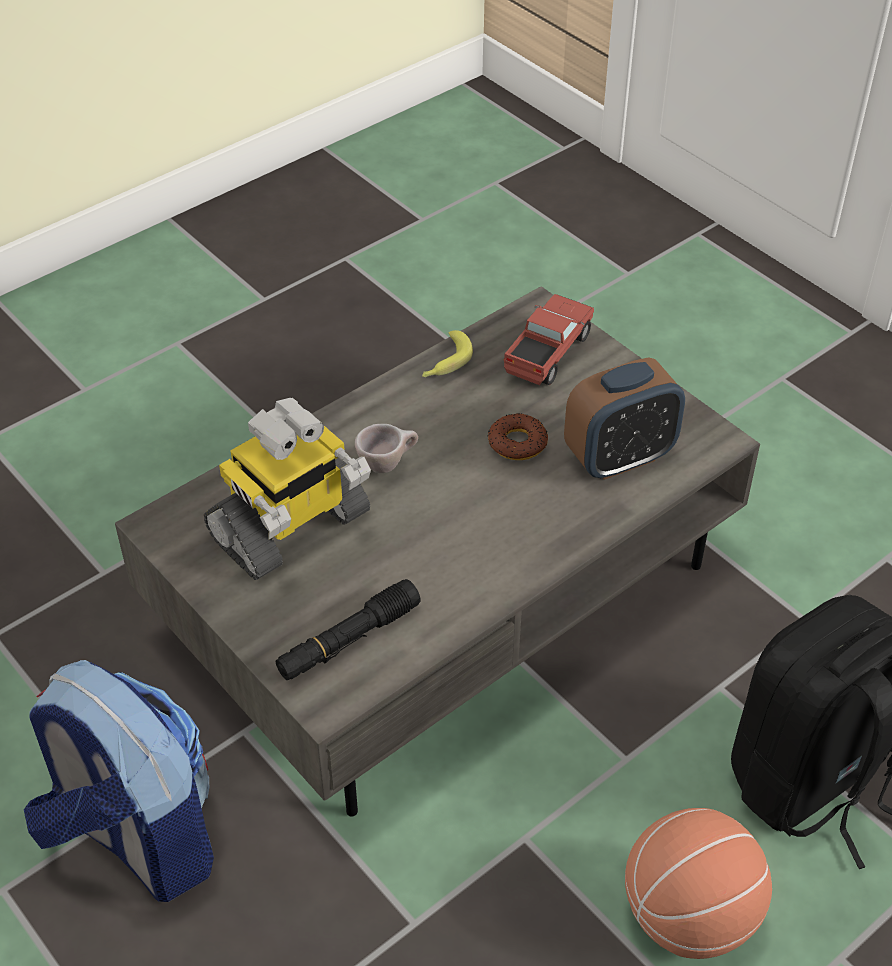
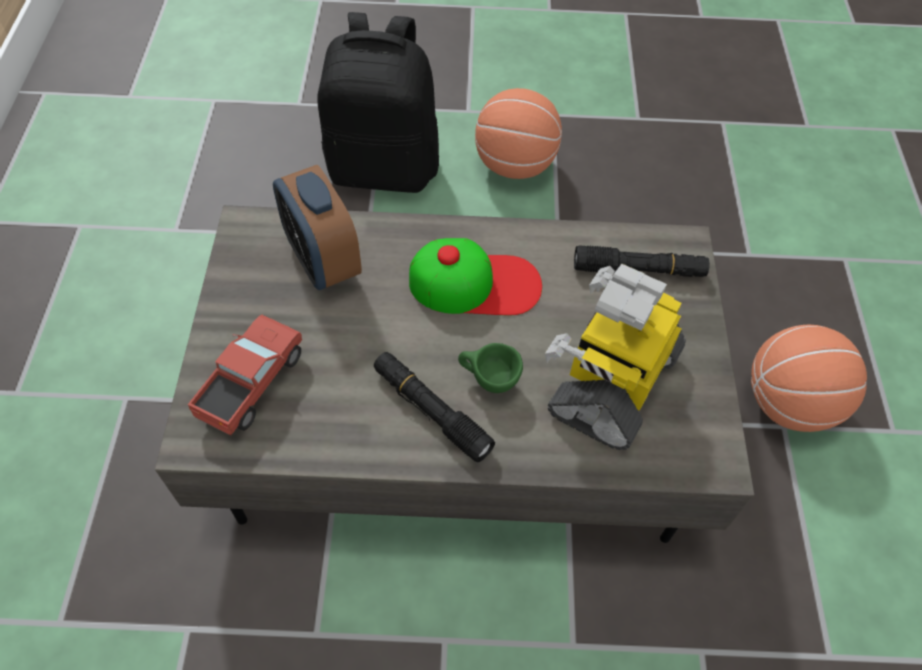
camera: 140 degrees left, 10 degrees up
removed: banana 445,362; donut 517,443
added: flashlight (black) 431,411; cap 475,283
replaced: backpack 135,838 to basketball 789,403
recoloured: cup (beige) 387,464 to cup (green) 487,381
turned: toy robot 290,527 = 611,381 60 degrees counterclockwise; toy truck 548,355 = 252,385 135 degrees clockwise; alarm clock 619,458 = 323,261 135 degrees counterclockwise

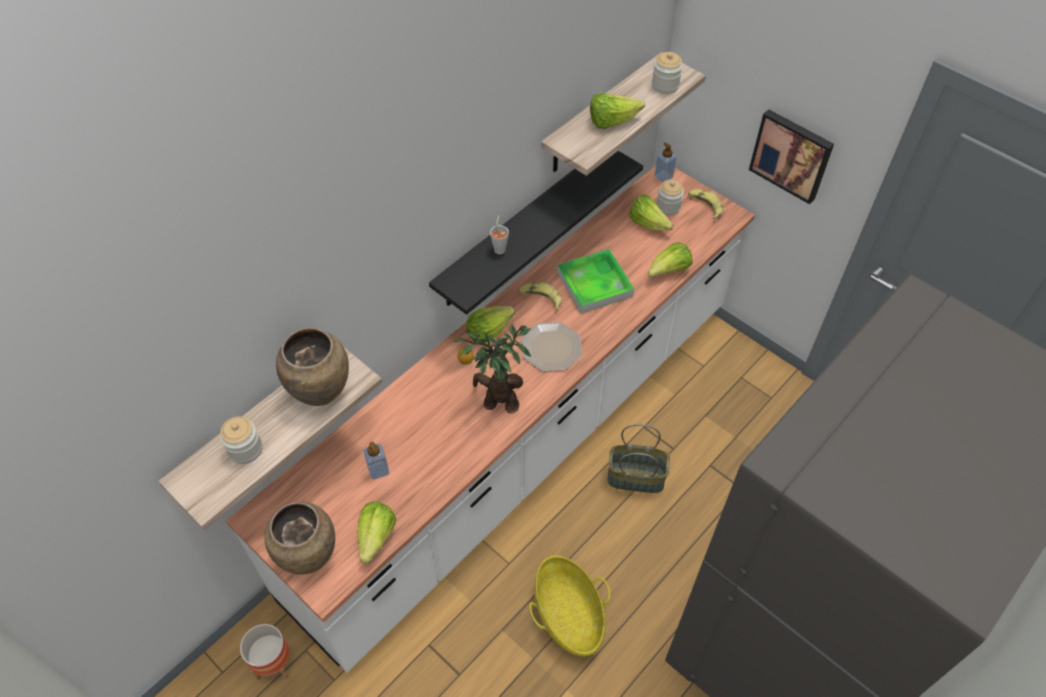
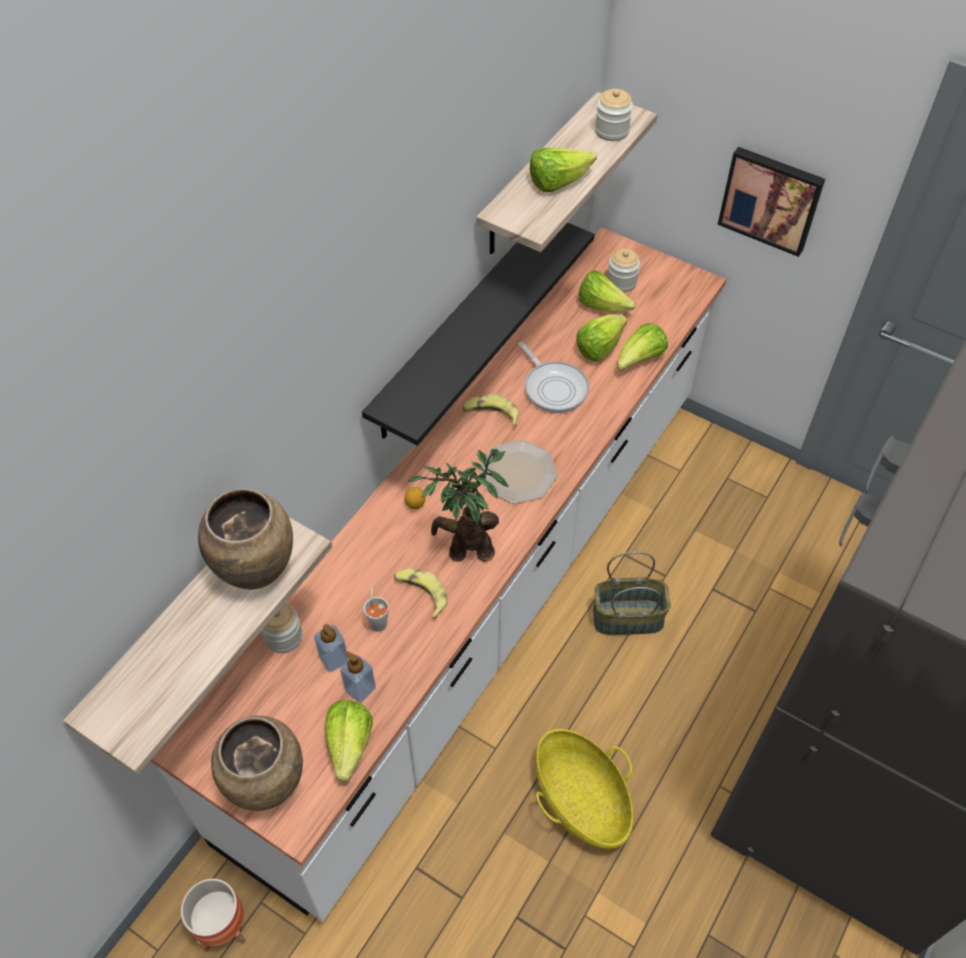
camera: 10 degrees left, 0 degrees up
moved: jar 245,449 to 283,636; lettuce 489,332 to 599,347; cup (grey) 500,248 to 379,621; soap dispenser 663,177 to 360,689; banana 704,206 to 421,593
replaced: tray 594,284 to frying pan 554,387

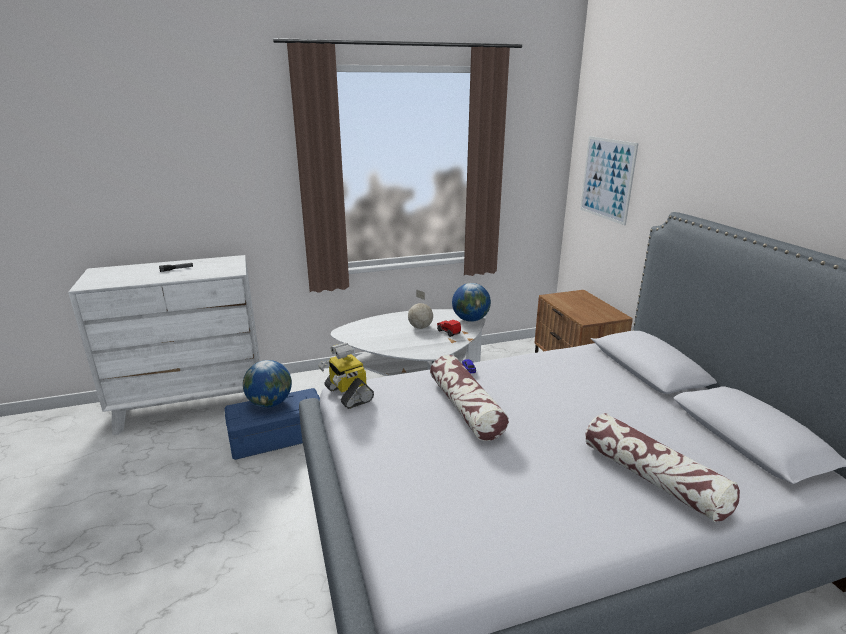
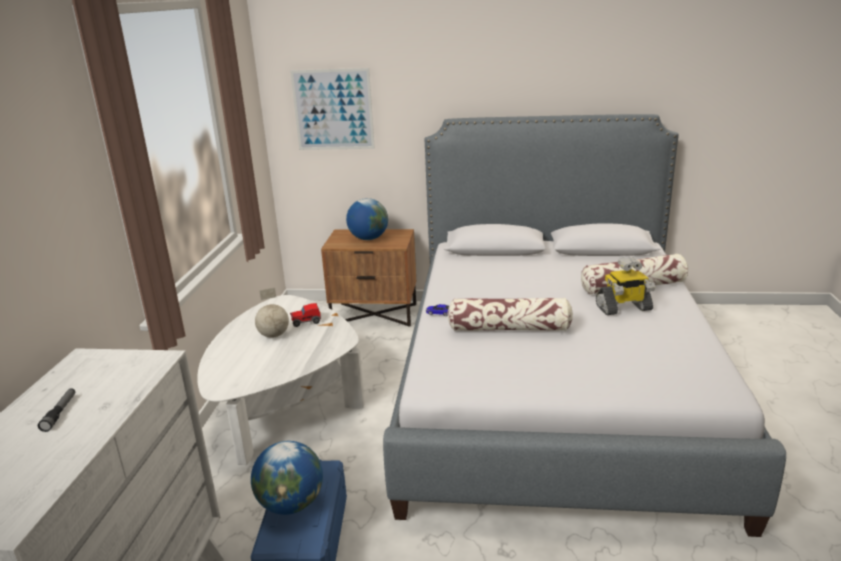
camera: 65 degrees left, 0 degrees up
moved: toy robot 347,394 to 623,308; globe 470,319 to 368,238

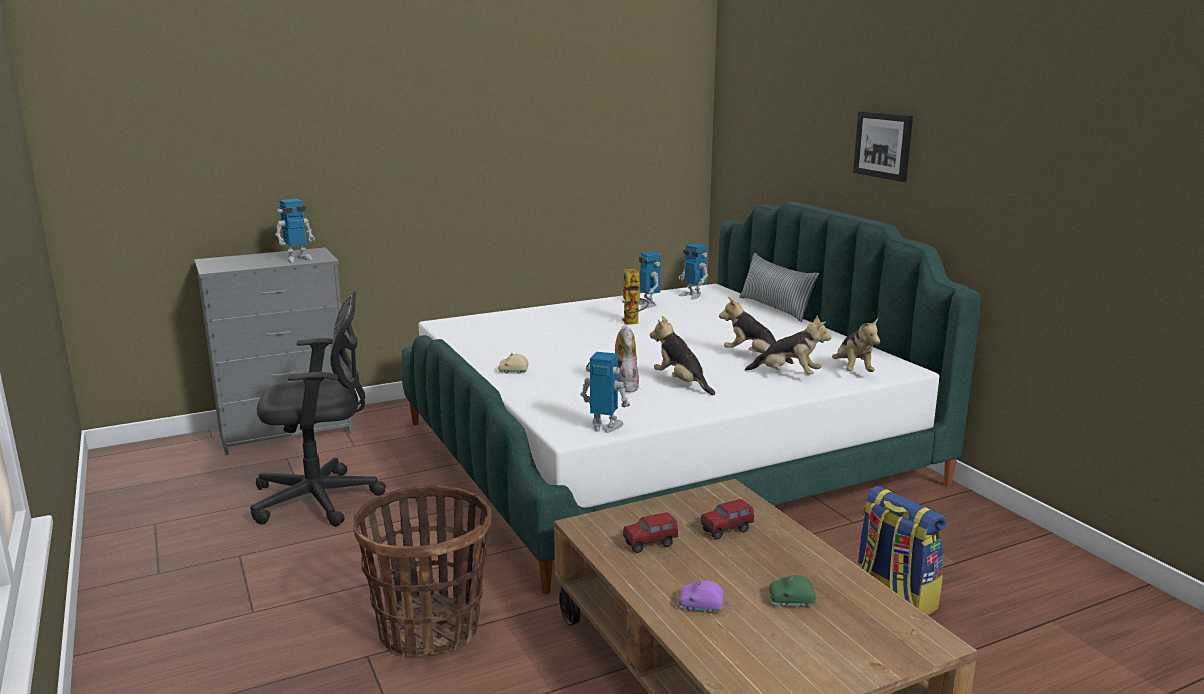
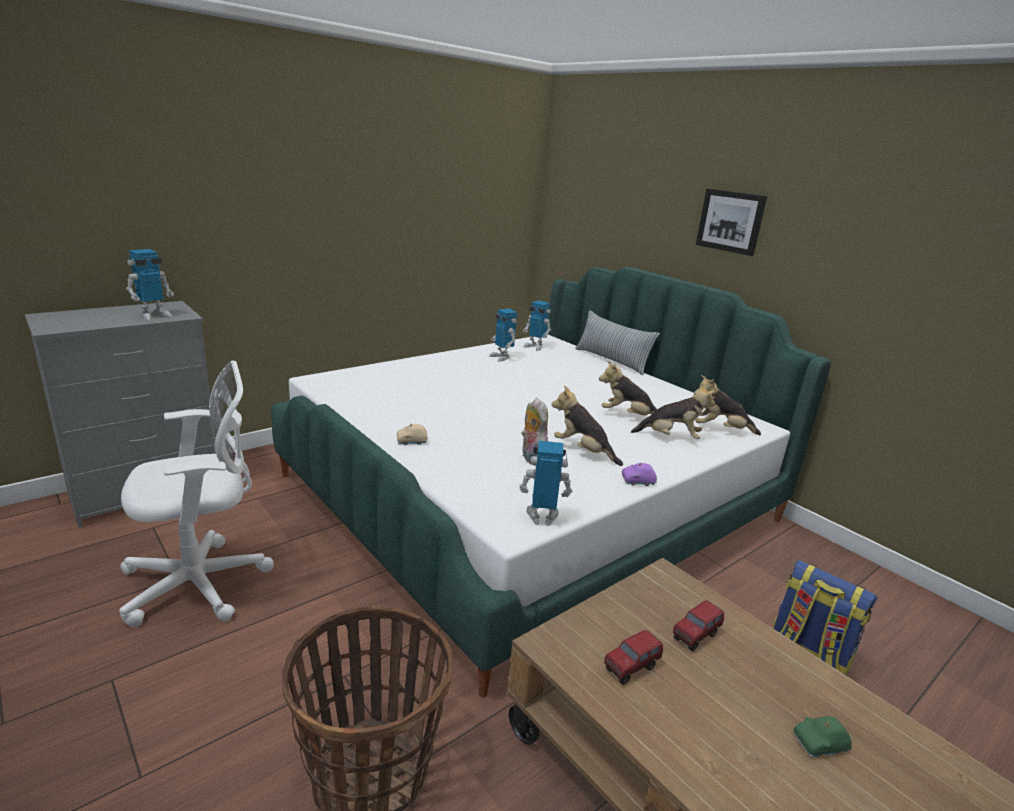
camera: 15 degrees left, 5 degrees up
removed: toy robot 633,323
moved: toy car (purple) 701,606 to 638,481
recoloured: office chair (black) 322,499 to office chair (white) 202,583
turned: plush toy 852,370 = 720,430 120 degrees clockwise

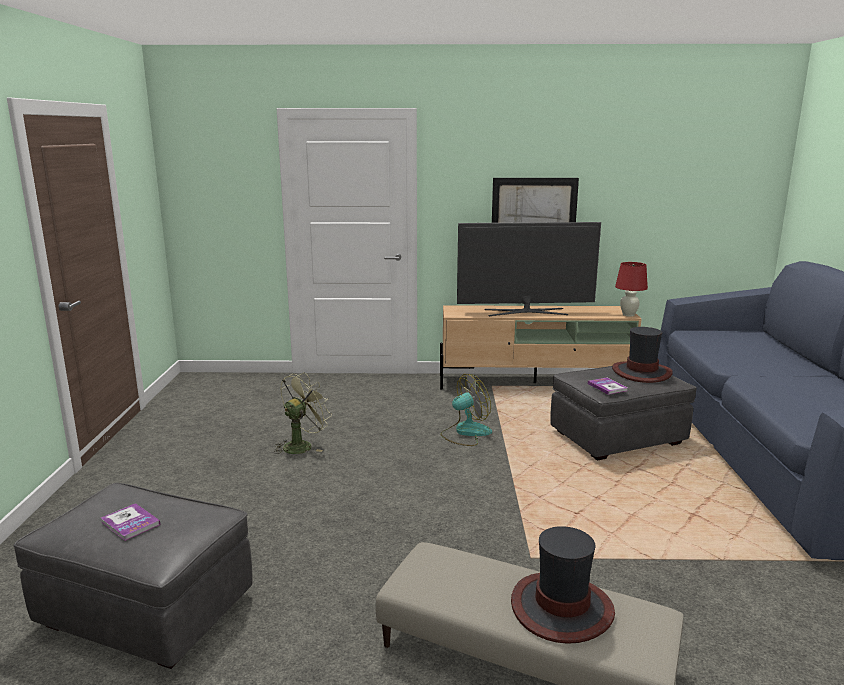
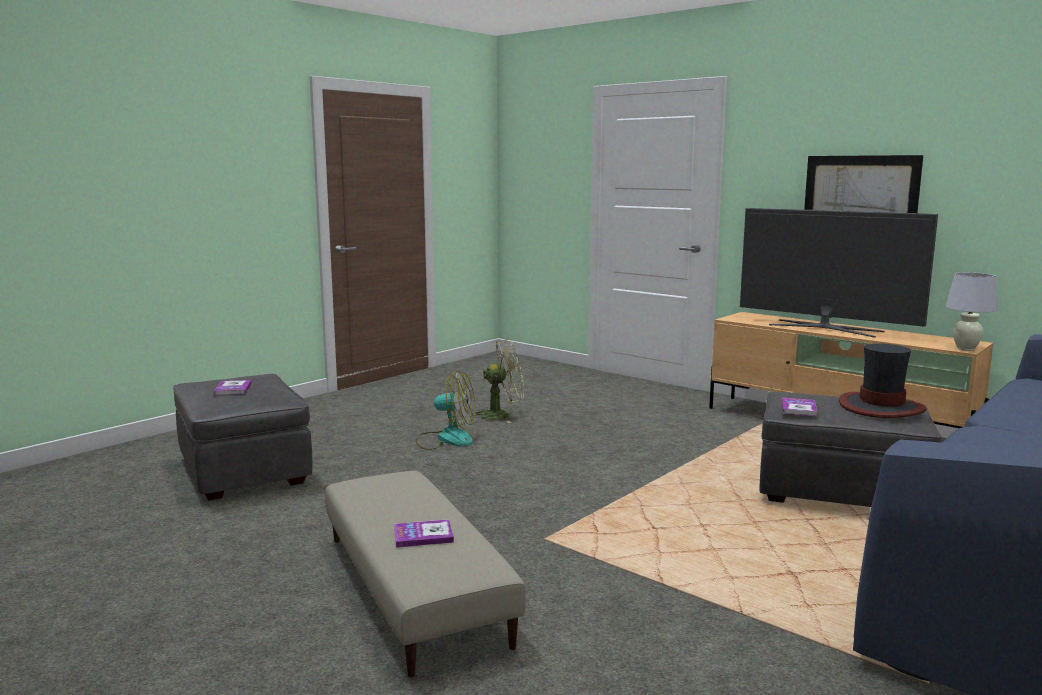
camera: 40 degrees right, 5 degrees down
moved: fan 465,432 to 446,439
replaced: hat 561,608 to book 423,535
recoloured: table lamp (red) 628,315 to table lamp (white) 966,348

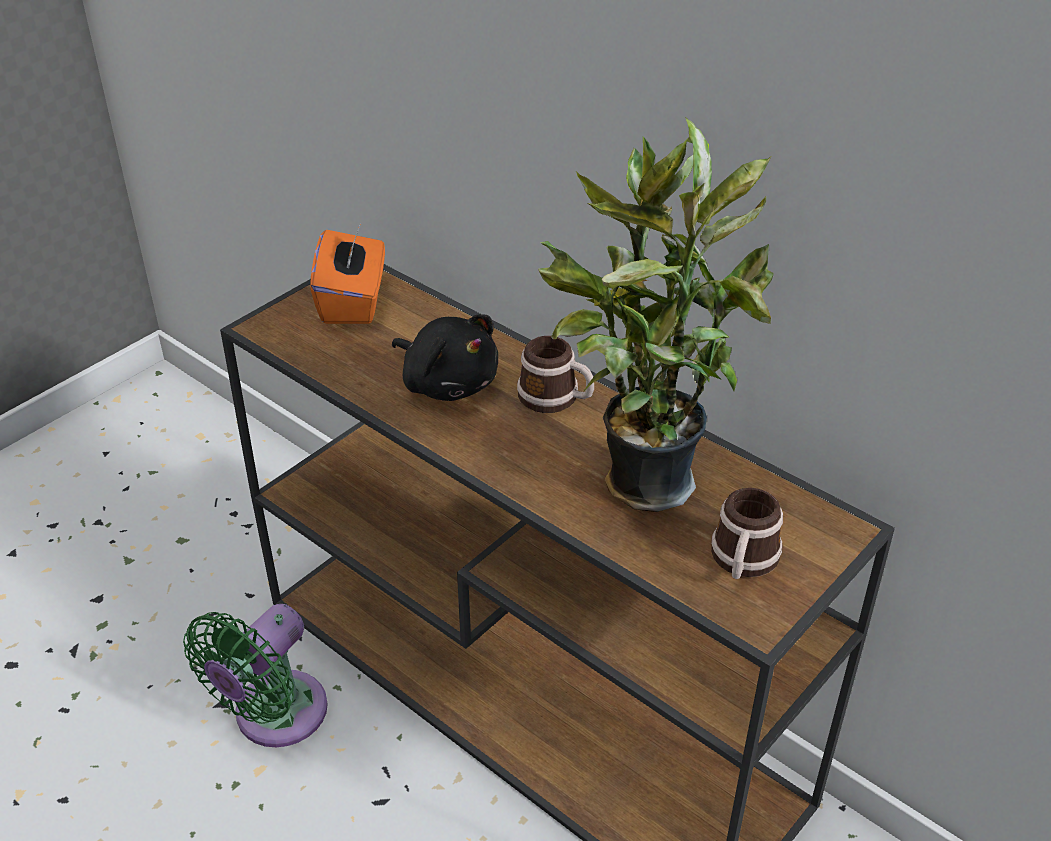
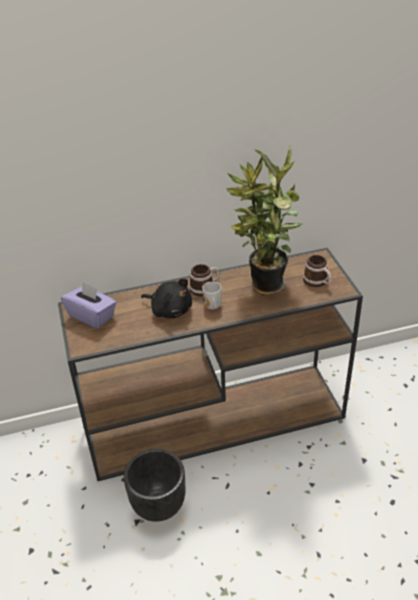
camera: 55 degrees left, 0 degrees up
added: mug 212,307
replaced: fan (green) 273,717 to planter (black) 159,505
recoloured: tissue box (orange) 353,302 to tissue box (purple) 92,316
turned: plush toy (black) 448,383 = 170,310 45 degrees clockwise

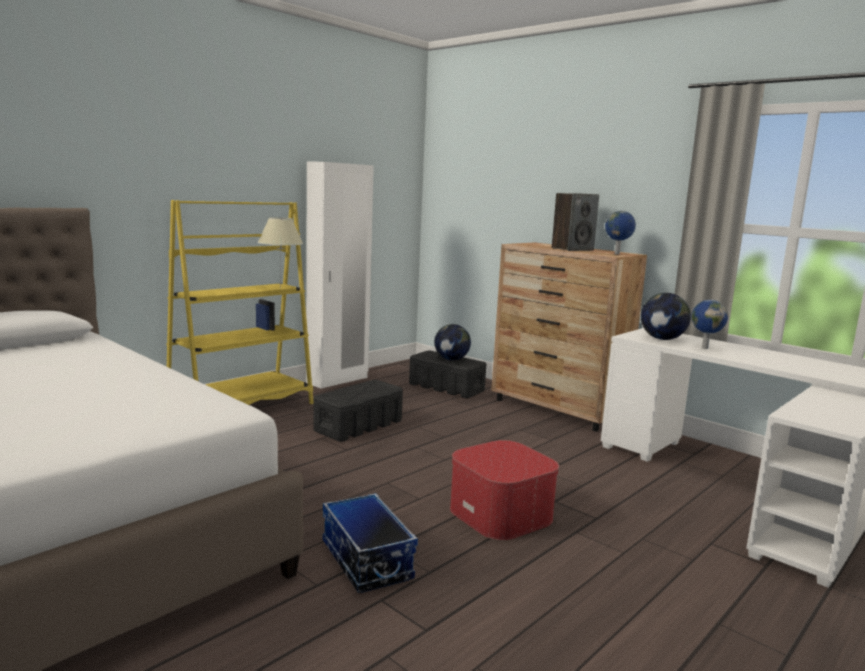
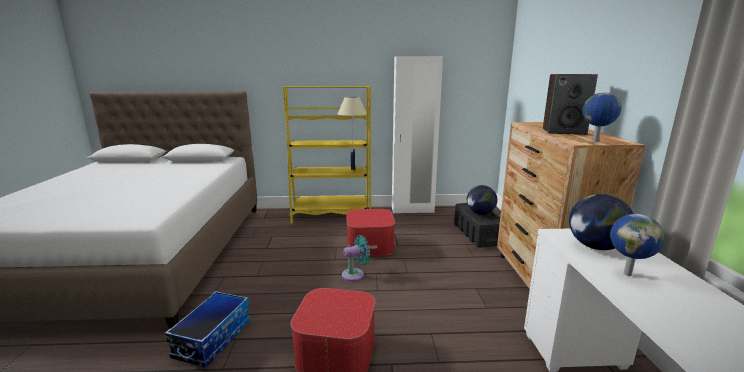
camera: 45 degrees right, 5 degrees up
added: fan (turquoise) 355,274
replaced: storage box (black) 359,425 to ottoman 370,245

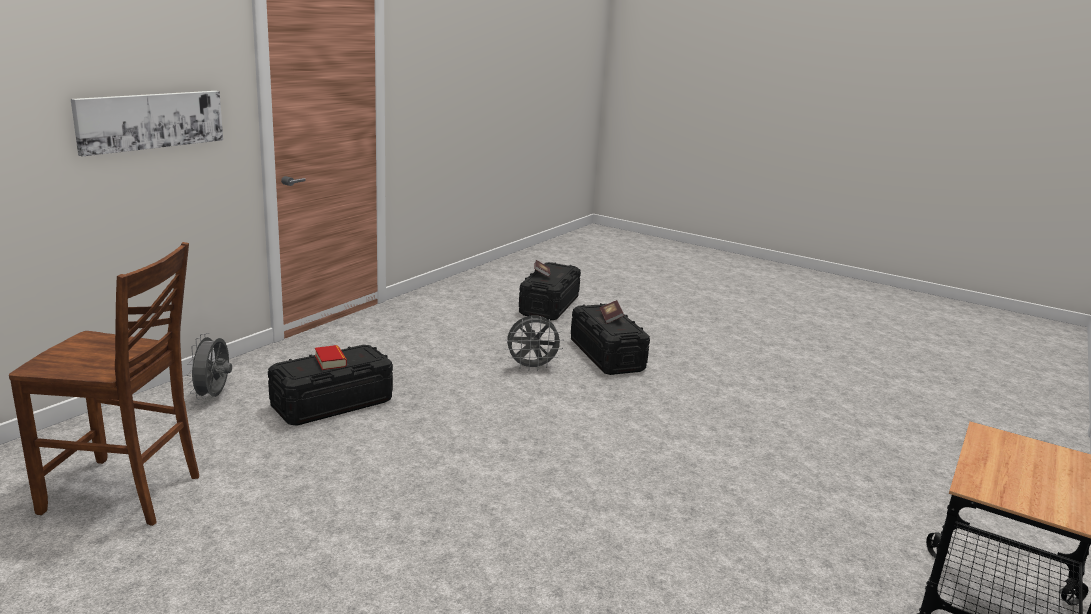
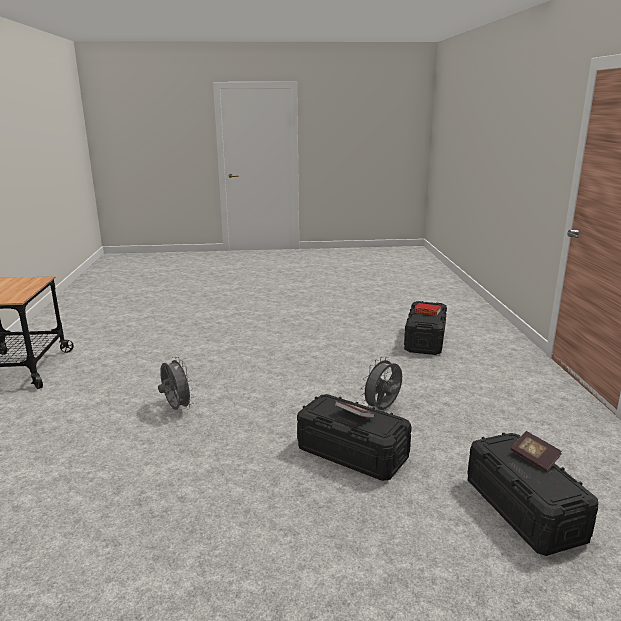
camera: 145 degrees right, 0 degrees up
removed: chair (brown) 125,494; picture 151,120
moved: fan (grey) 214,396 to 176,408

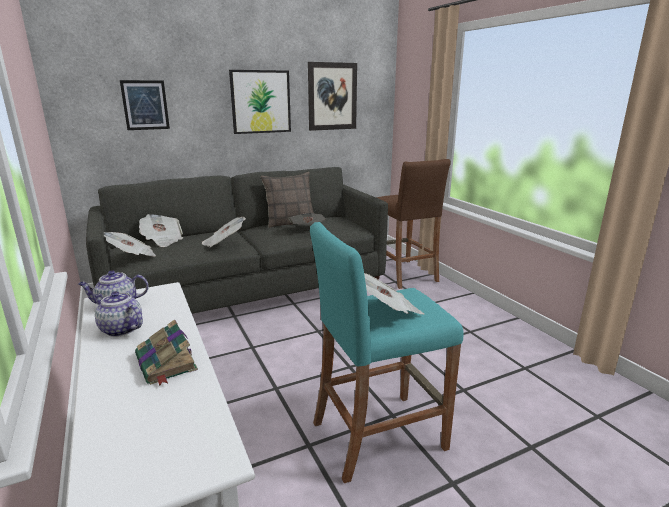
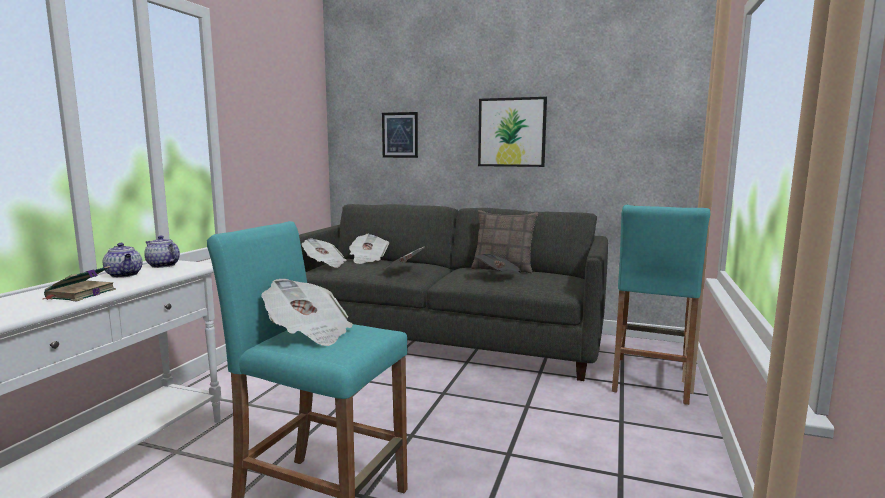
camera: 45 degrees right, 10 degrees down
removed: picture 332,96
recoloured: stool (brown) 403,274 to stool (turquoise) 650,379
turned: teapot 120,329 = 125,275 150 degrees clockwise

